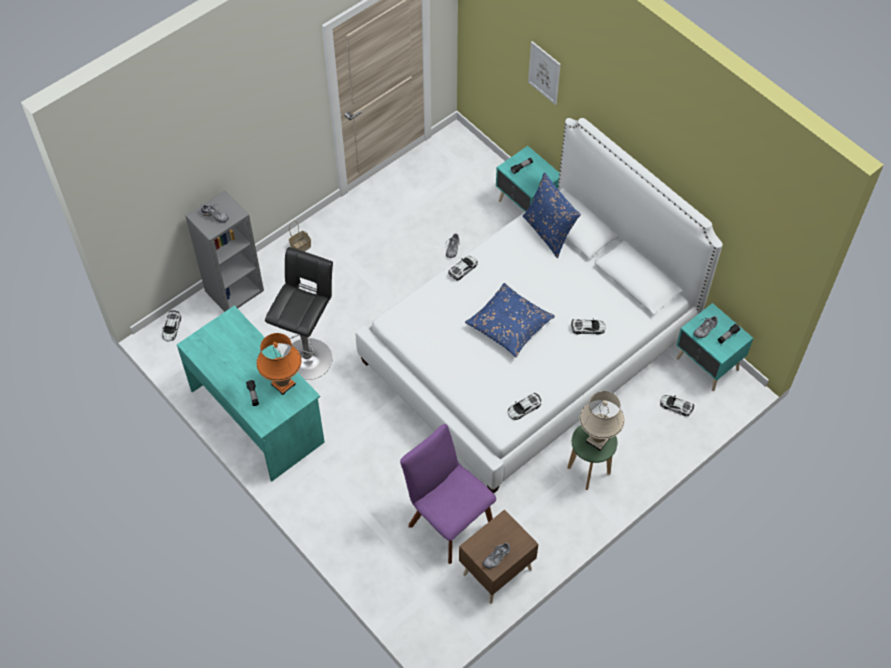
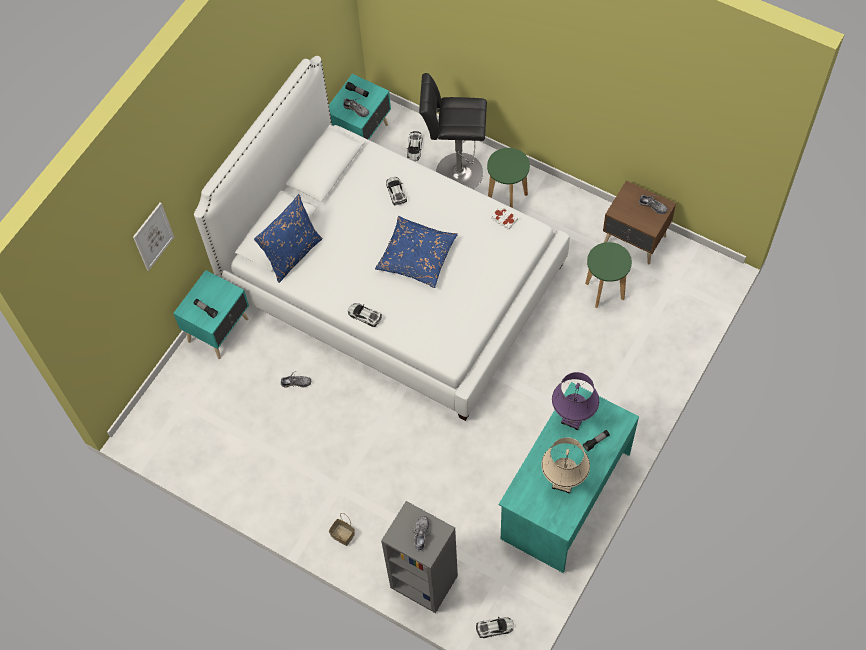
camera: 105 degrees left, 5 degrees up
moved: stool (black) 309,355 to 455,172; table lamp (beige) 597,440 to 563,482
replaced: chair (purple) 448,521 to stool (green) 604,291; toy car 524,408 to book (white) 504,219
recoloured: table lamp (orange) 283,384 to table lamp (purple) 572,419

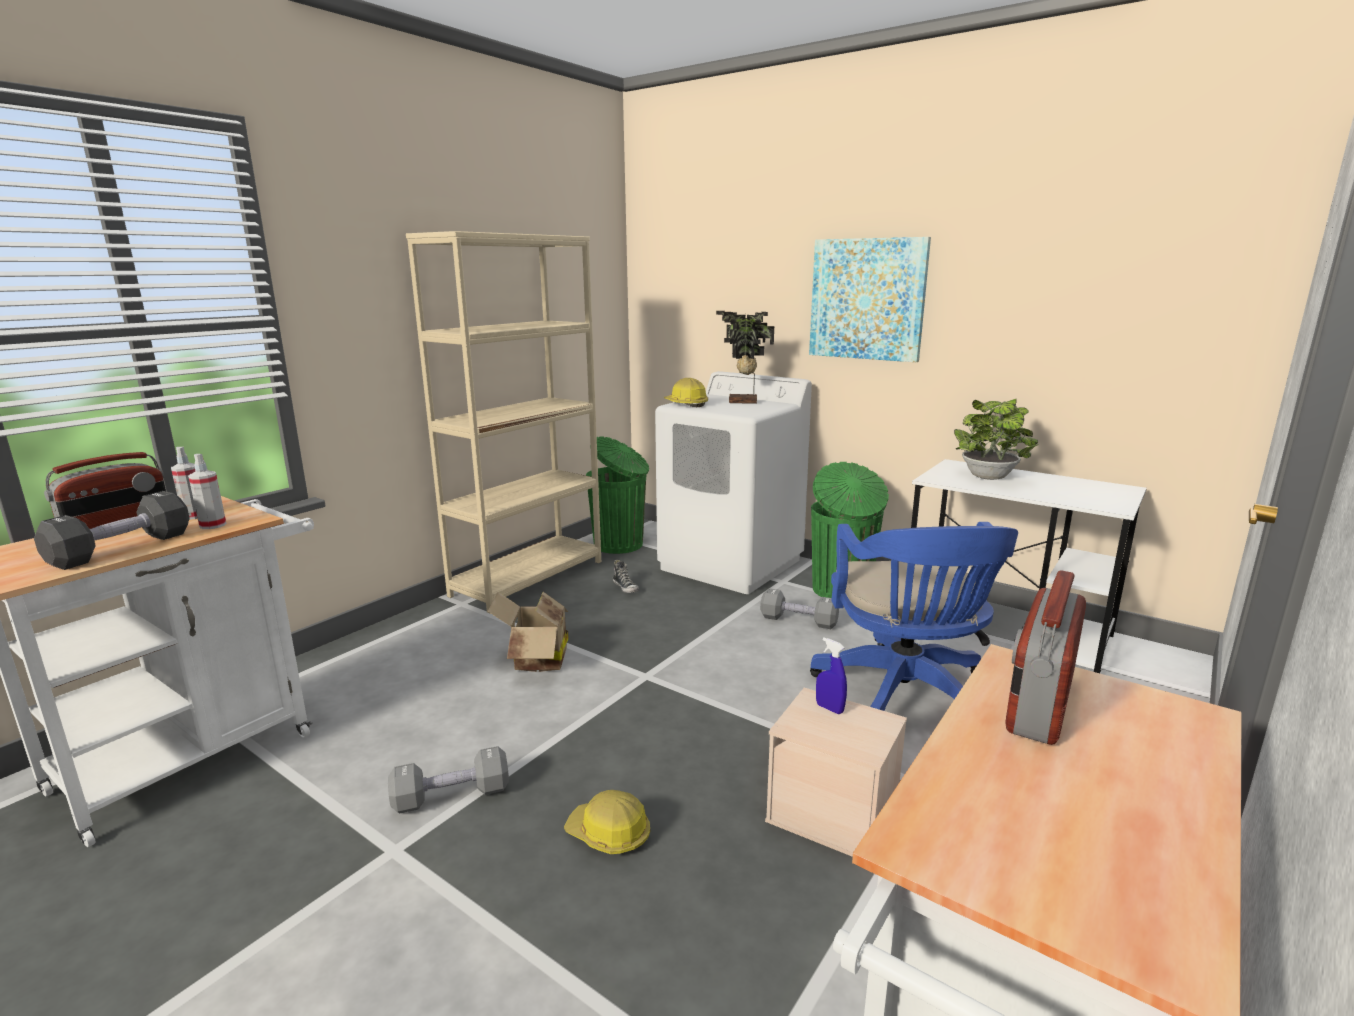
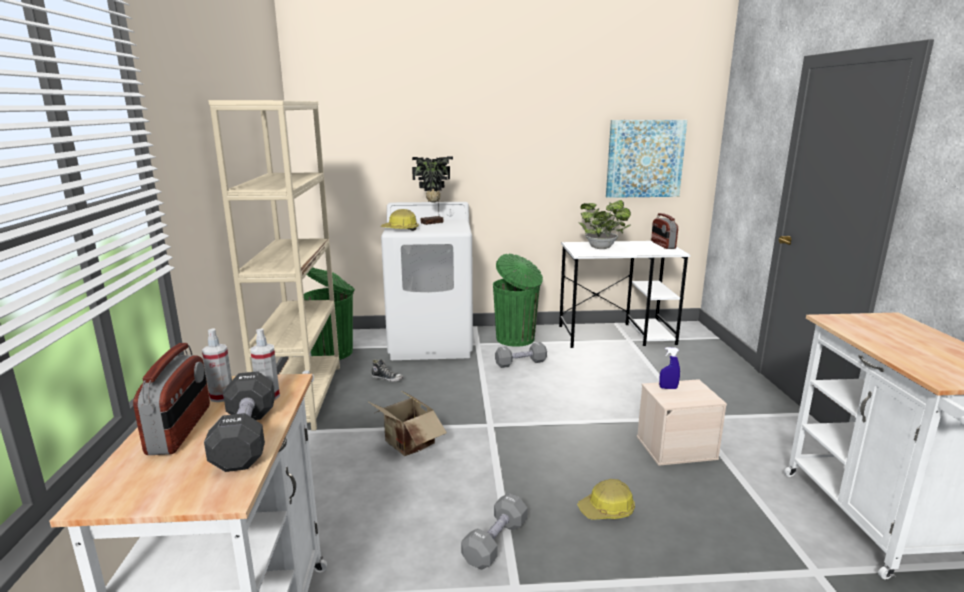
camera: 40 degrees left, 0 degrees up
removed: office chair (blue) 905,697
moved: picture 867,299 to 644,158; radio 1038,703 to 662,245

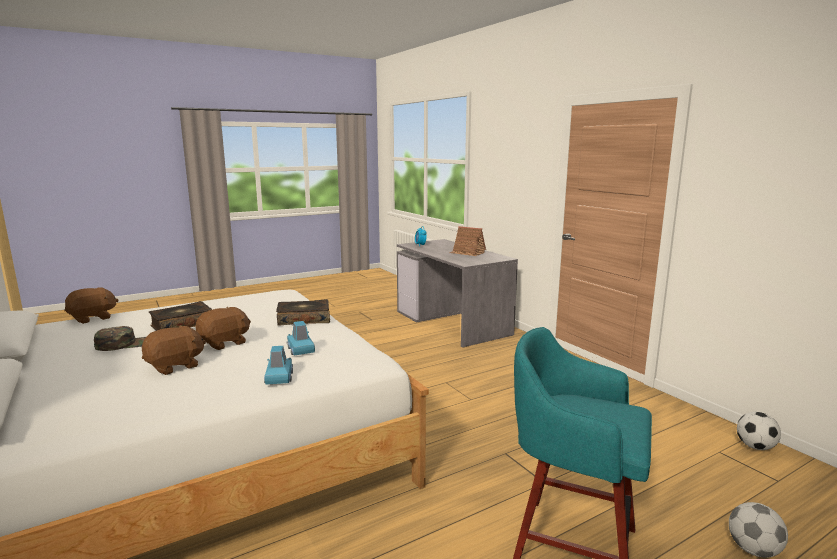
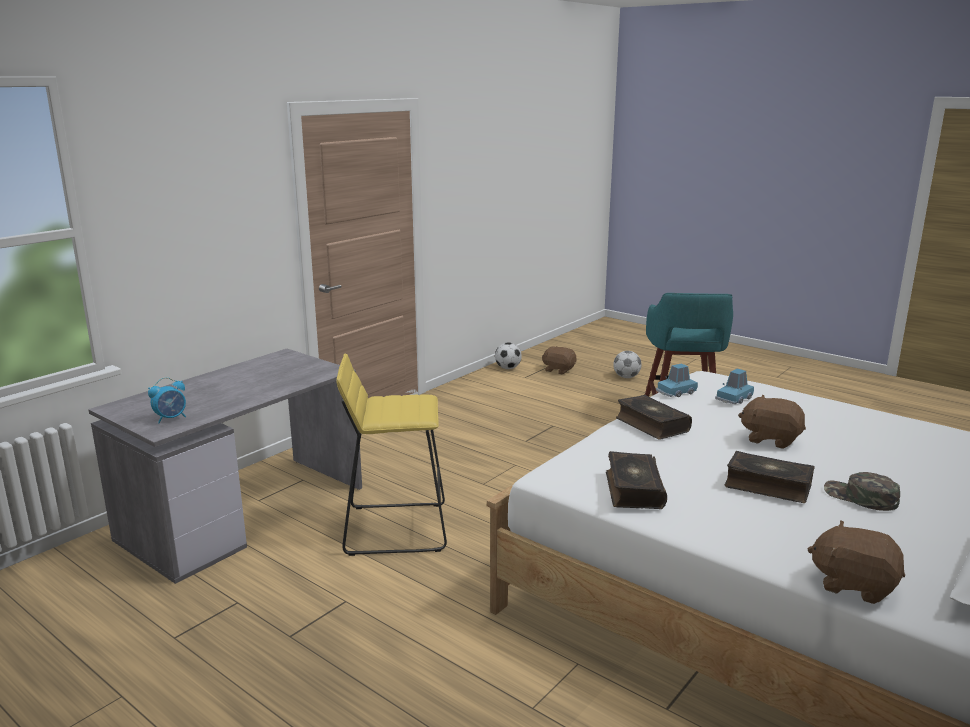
camera: 110 degrees left, 5 degrees up
removed: toy house 467,253
added: stool (yellow) 395,528; book 633,490
moved: plush toy (brown) 175,366 to 559,370; toy car (blue) 279,377 to 676,392

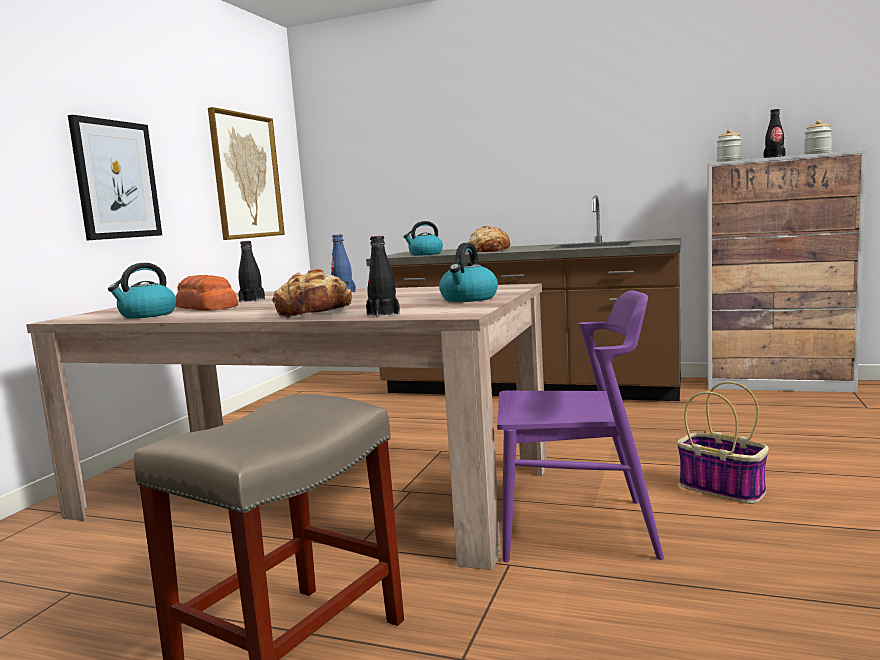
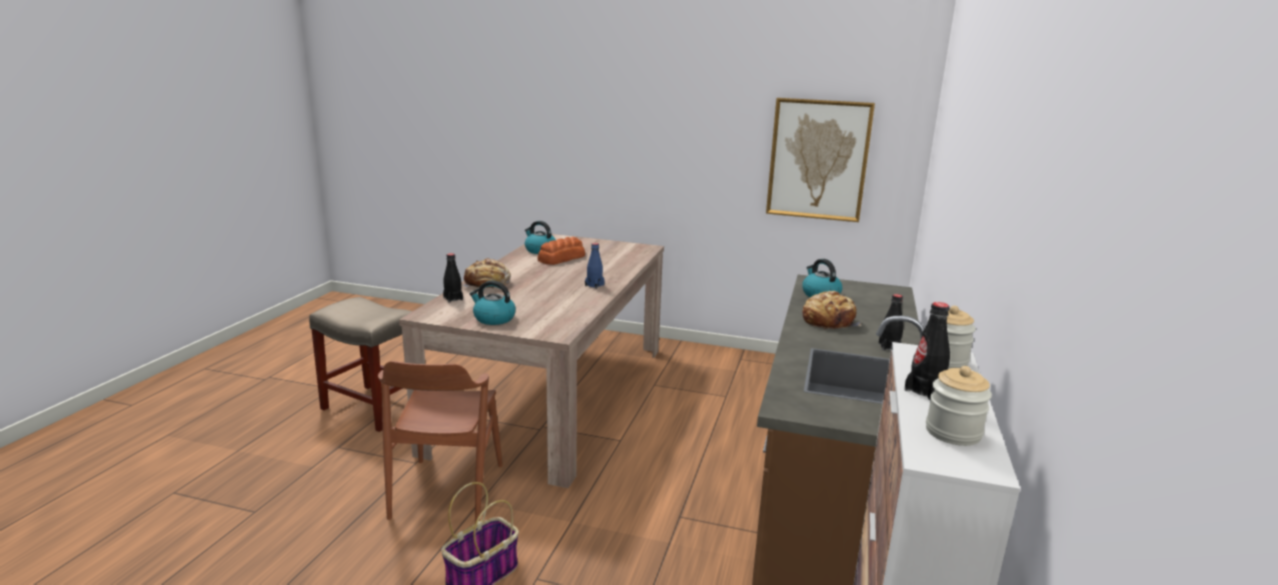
camera: 85 degrees right, 10 degrees up
removed: picture 116,180
moved: bottle (black) 252,300 to 889,347
recoloured: chair (purple) 576,529 to chair (brown) 447,490

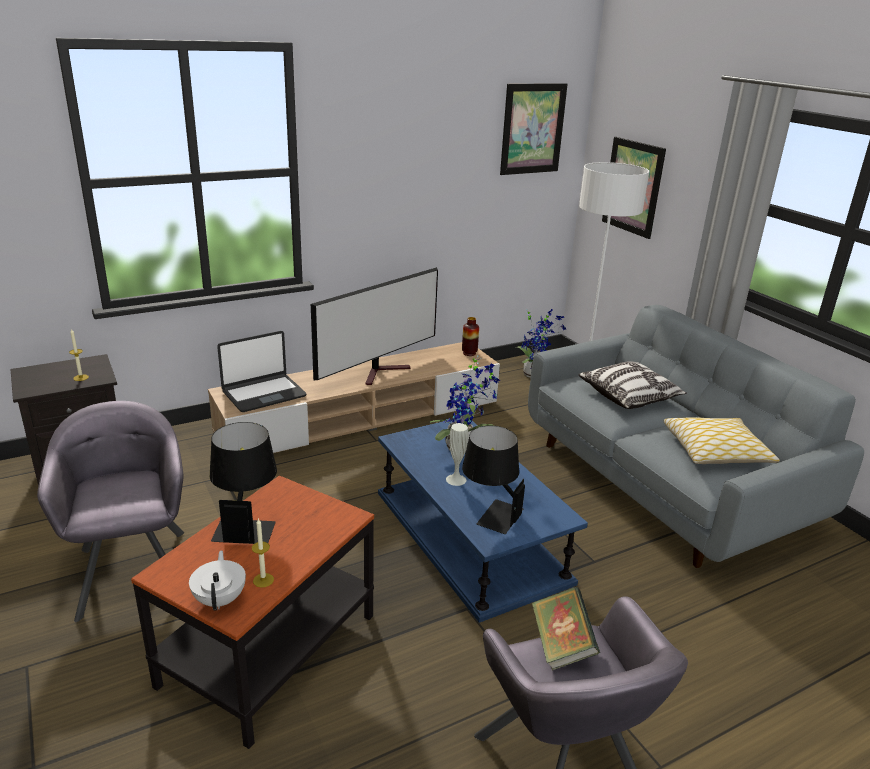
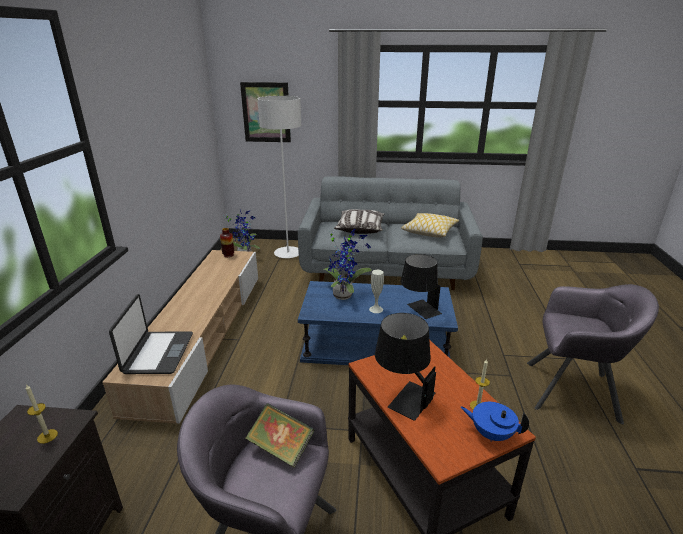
camera: 55 degrees left, 0 degrees up
removed: television 382,371; picture 532,129
moved: book 561,645 to 281,448
recoloured: teapot (white) 220,599 to teapot (blue) 491,433

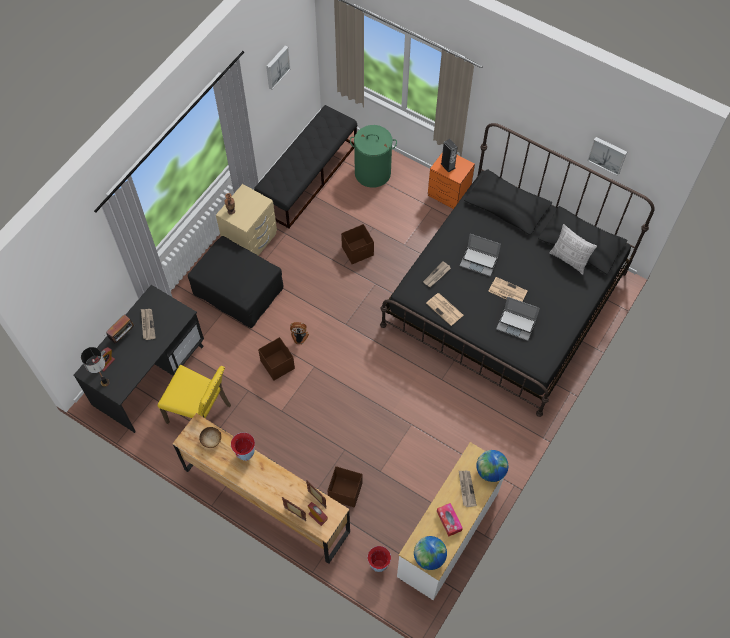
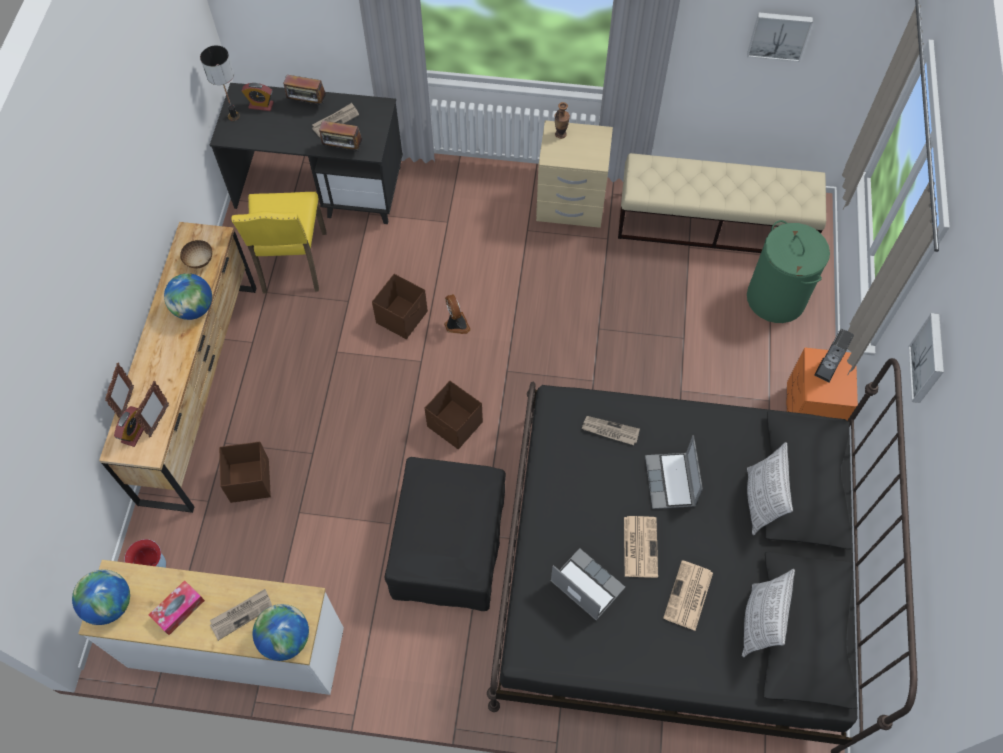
camera: 65 degrees right, 0 degrees up
added: radio 343,150; pillow 760,501
moved: ottoman (black) 239,291 to 450,546; storage box (brown) 358,251 to 455,425; newspaper 445,309 to 688,596; picture 607,154 to 929,358
replaced: vase 246,455 to globe 194,308
recoloured: bench (black) 308,177 to bench (beige) 715,224
turned: laptop 516,324 = 585,585 135 degrees clockwise

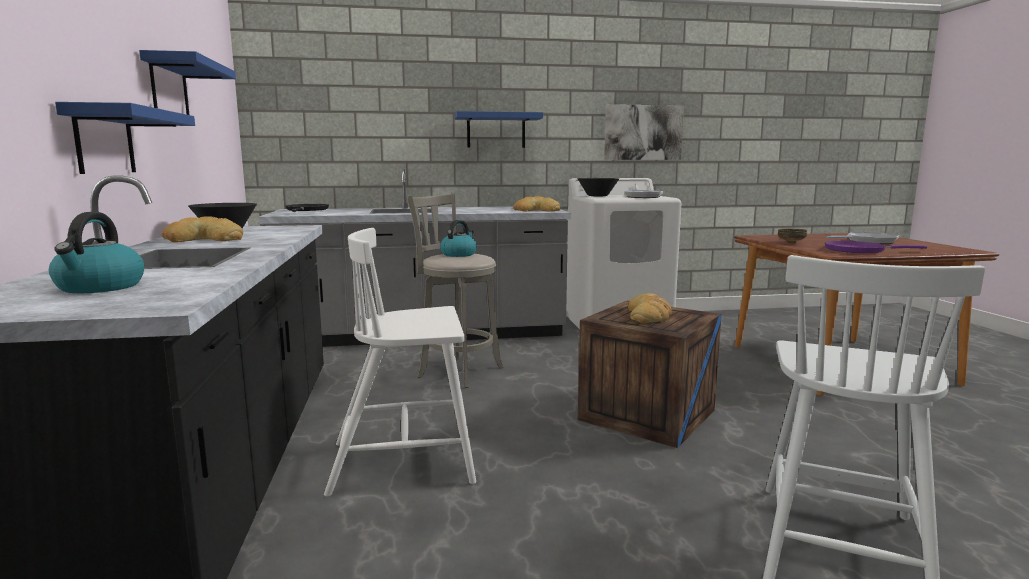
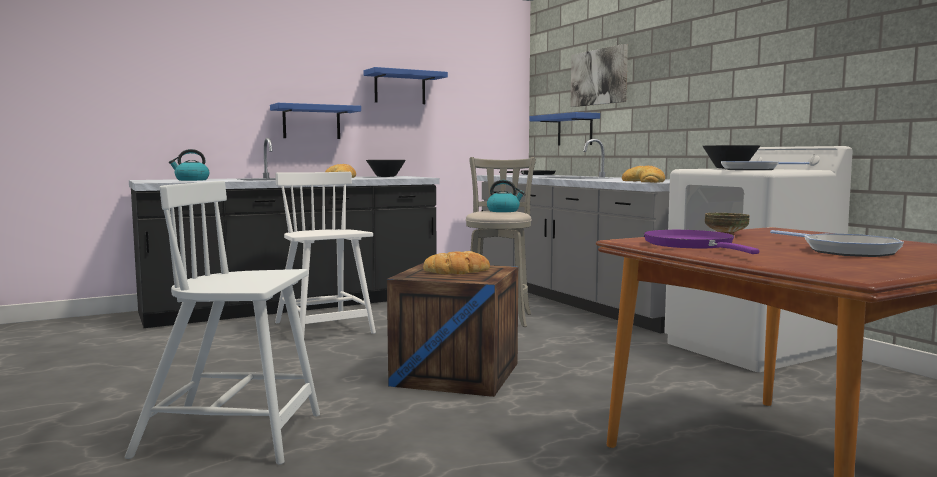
camera: 70 degrees right, 5 degrees down
moved: shelf (blue) 496,130 to 575,130; picture 643,132 to 599,77

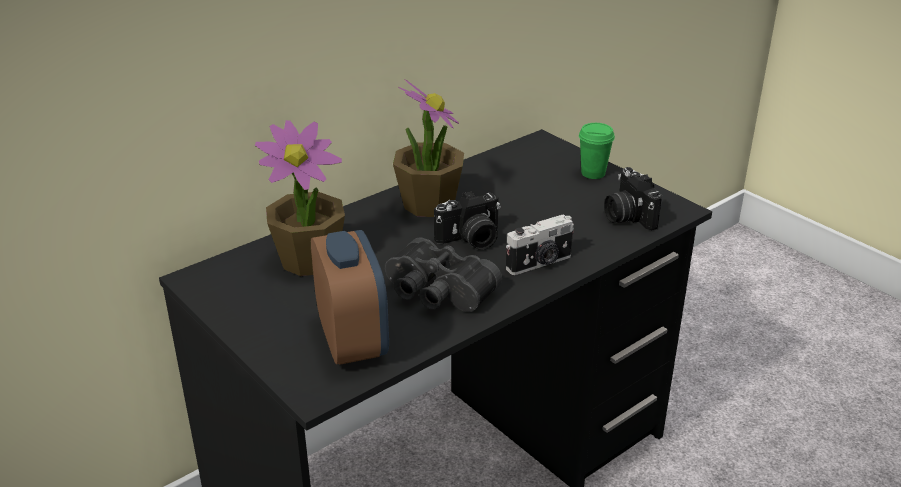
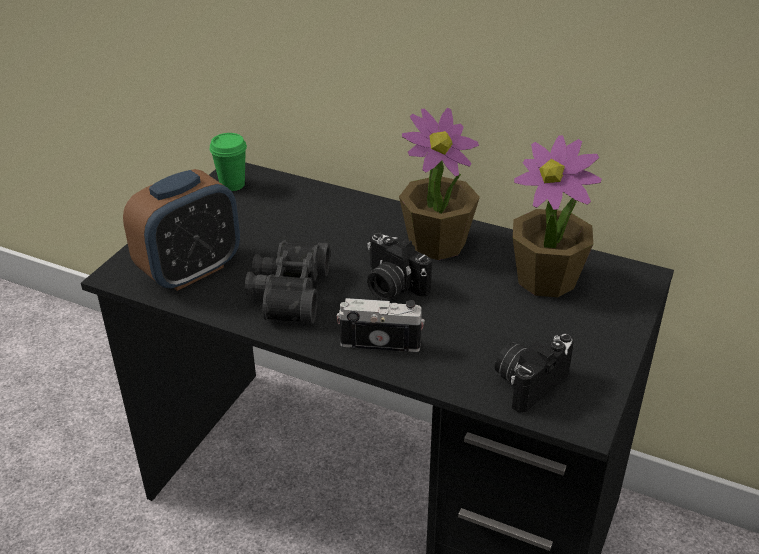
camera: 65 degrees right, 5 degrees up
moved: potted plant 310,260 to 546,279; cup (green) 593,173 to 232,184
turned: photo camera 540,263 = 380,341 150 degrees clockwise

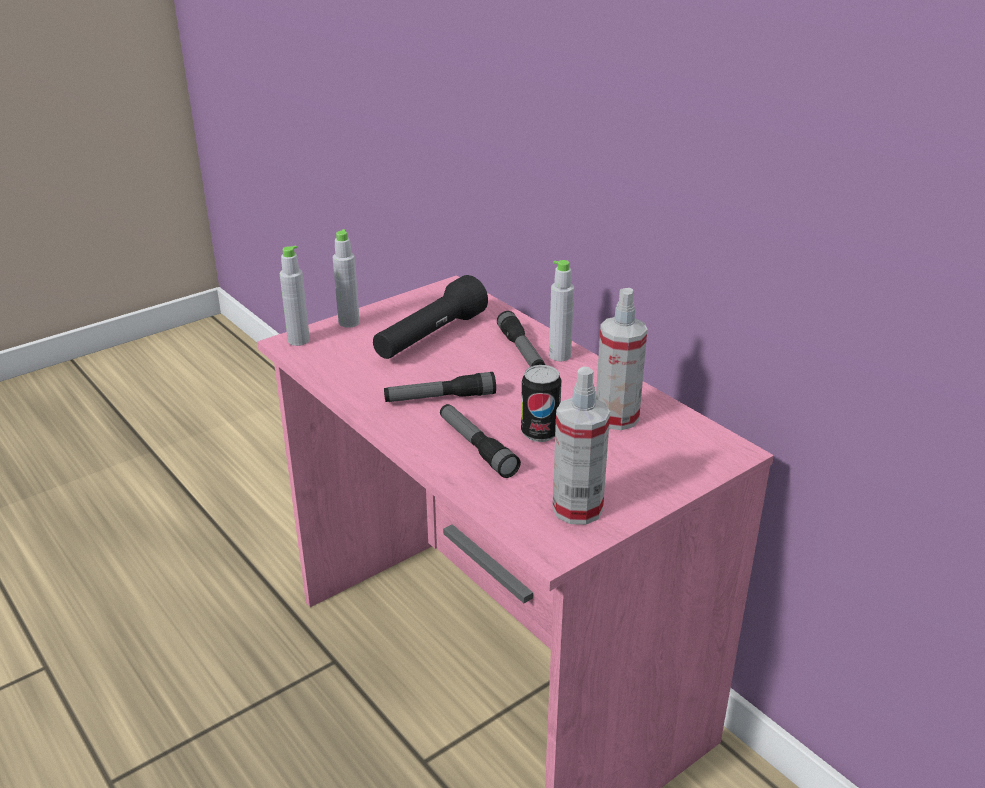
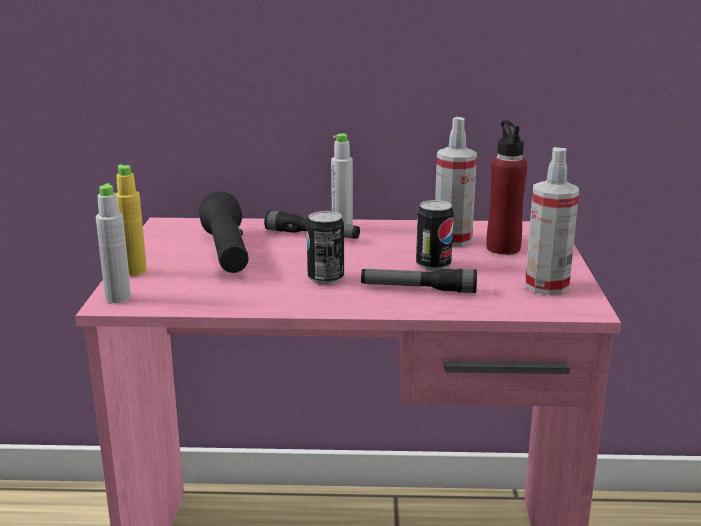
camera: 50 degrees left, 10 degrees down
added: bottle (red) 503,248
replaced: flashlight 440,398 to can 325,278
recoloured: bottle (grey) 349,322 to bottle (yellow) 134,271

